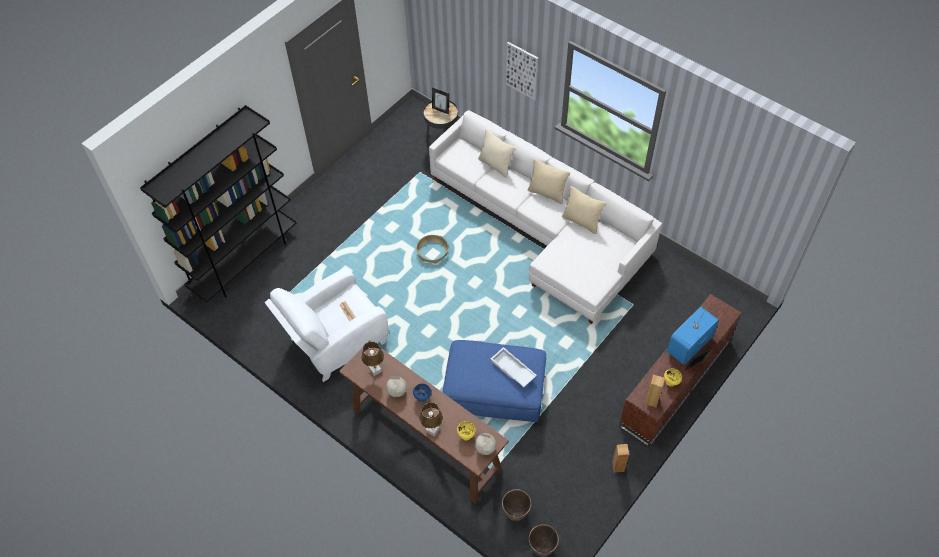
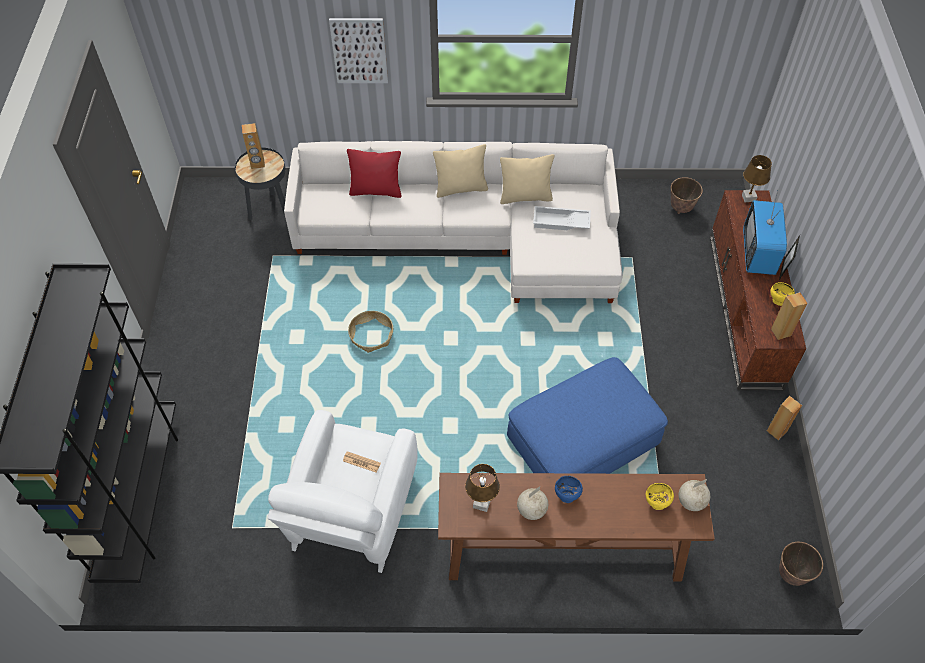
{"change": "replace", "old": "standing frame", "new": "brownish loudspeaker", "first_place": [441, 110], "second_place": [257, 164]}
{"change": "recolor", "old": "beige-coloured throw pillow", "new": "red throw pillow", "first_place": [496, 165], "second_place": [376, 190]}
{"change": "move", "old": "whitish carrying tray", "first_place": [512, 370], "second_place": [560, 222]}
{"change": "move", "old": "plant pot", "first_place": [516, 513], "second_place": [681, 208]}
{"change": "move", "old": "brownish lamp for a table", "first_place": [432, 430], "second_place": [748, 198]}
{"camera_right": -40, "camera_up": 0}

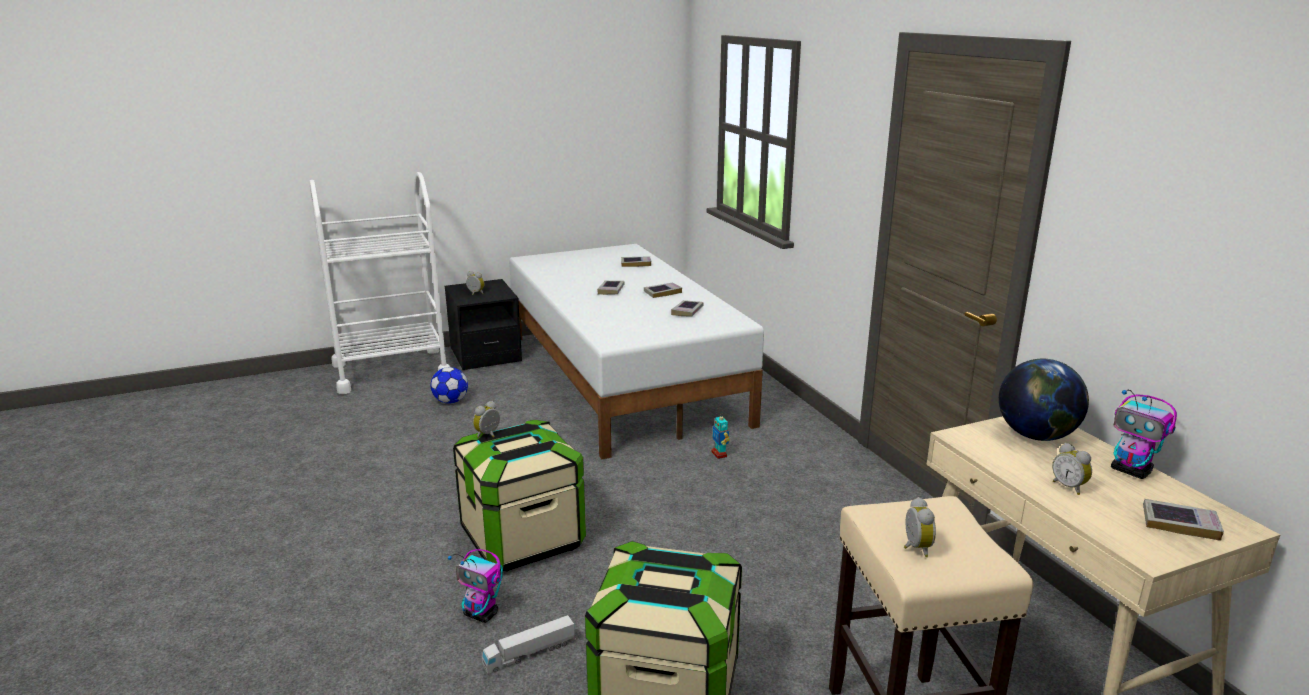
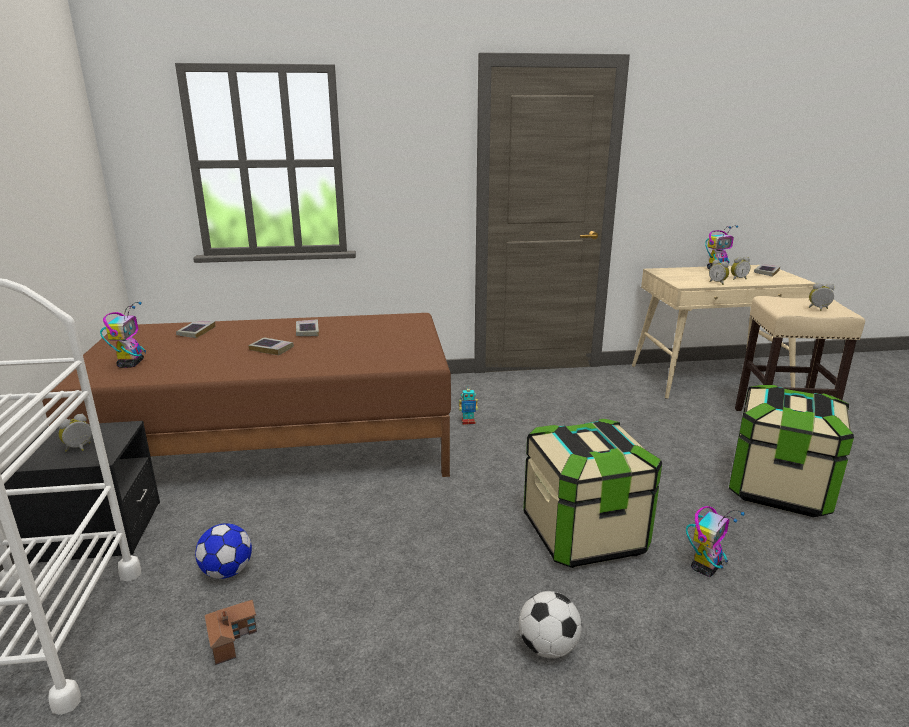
{"change": "recolor", "old": "whitish sleeping bed", "new": "brownish sleeping bed", "first_place": [623, 377], "second_place": [277, 443]}
{"change": "insert", "new": "toy robot", "second_place": [131, 364]}
{"change": "insert", "new": "miniature house", "second_place": [233, 635]}
{"change": "insert", "new": "football", "second_place": [547, 647]}
{"change": "move", "old": "bedside clock", "first_place": [488, 435], "second_place": [717, 283]}
{"change": "delete", "old": "toy lorry", "first_place": [530, 653]}
{"change": "delete", "old": "bound book", "first_place": [687, 311]}
{"change": "delete", "old": "world globe", "first_place": [1036, 435]}
{"camera_right": -75, "camera_up": 0}

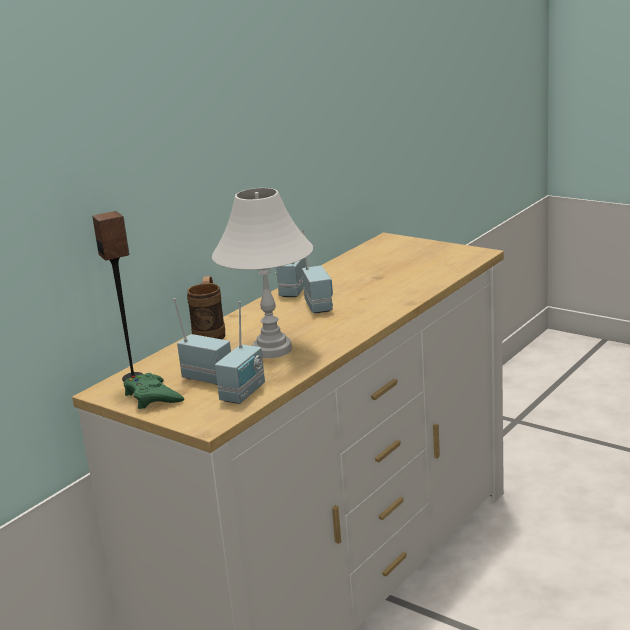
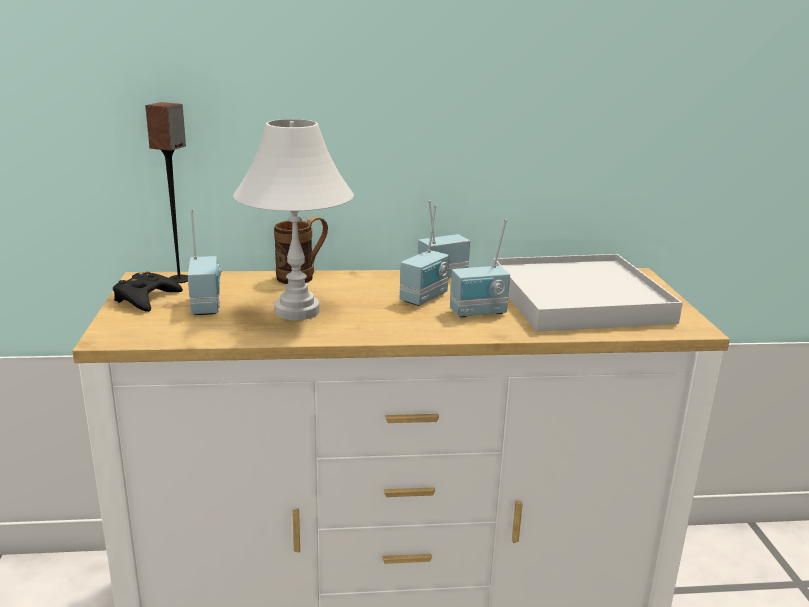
{"change": "recolor", "old": "green gamepad", "new": "black gamepad", "first_place": [152, 397], "second_place": [146, 298]}
{"change": "move", "old": "radio receiver", "first_place": [244, 393], "second_place": [479, 313]}
{"change": "insert", "new": "whitish carrying tray", "second_place": [578, 299]}
{"camera_right": 45, "camera_up": 0}

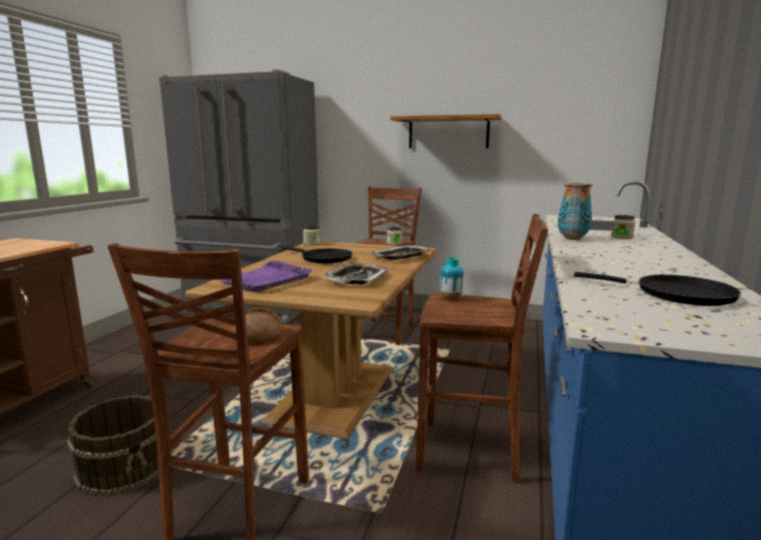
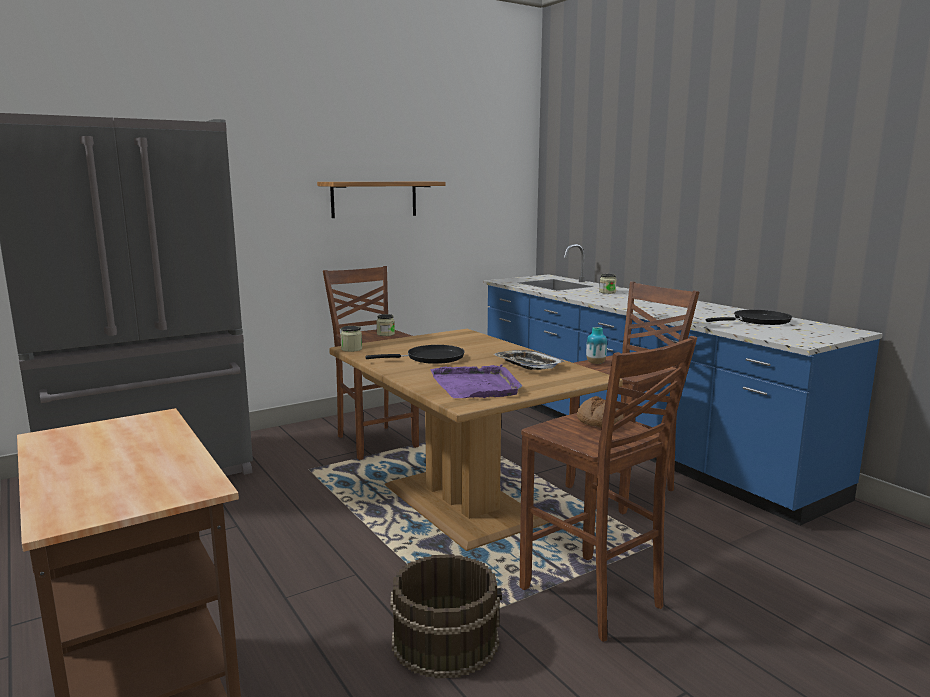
{"change": "delete", "old": "carrying tray", "first_place": [401, 257]}
{"change": "delete", "old": "decorative vase", "first_place": [573, 239]}
{"camera_right": -50, "camera_up": 0}

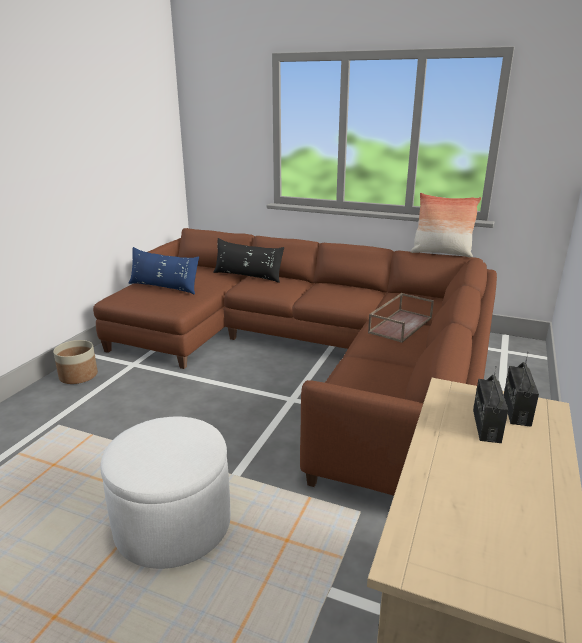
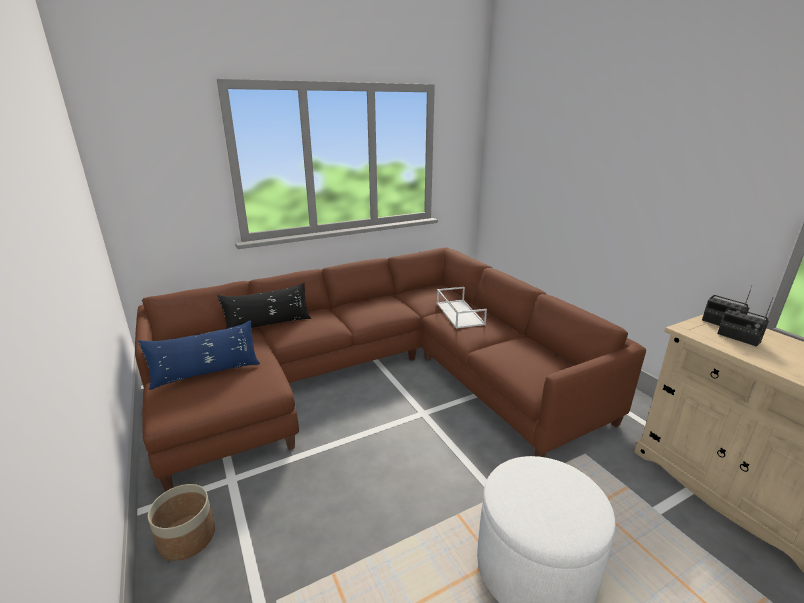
{"change": "recolor", "old": "brownish carrying tray", "new": "whitish carrying tray", "first_place": [400, 325], "second_place": [459, 313]}
{"change": "delete", "old": "throw pillow", "first_place": [441, 253]}
{"camera_right": -50, "camera_up": 0}

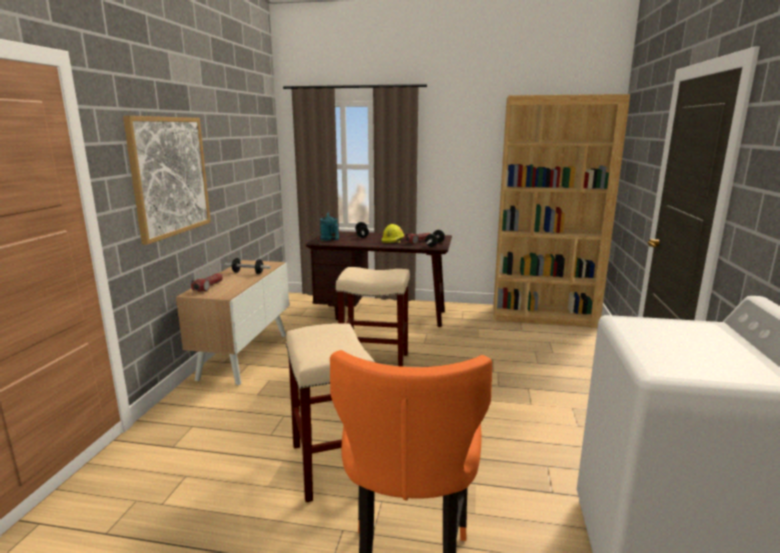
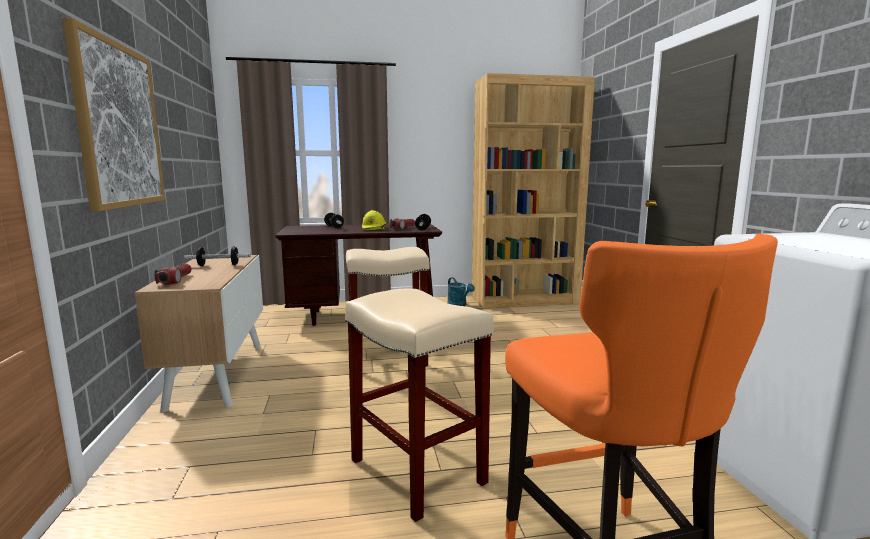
{"change": "move", "old": "blue-green watering can", "first_place": [330, 239], "second_place": [459, 305]}
{"camera_right": -20, "camera_up": -5}

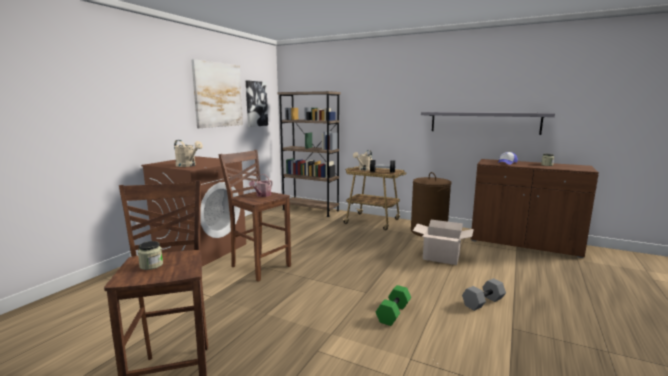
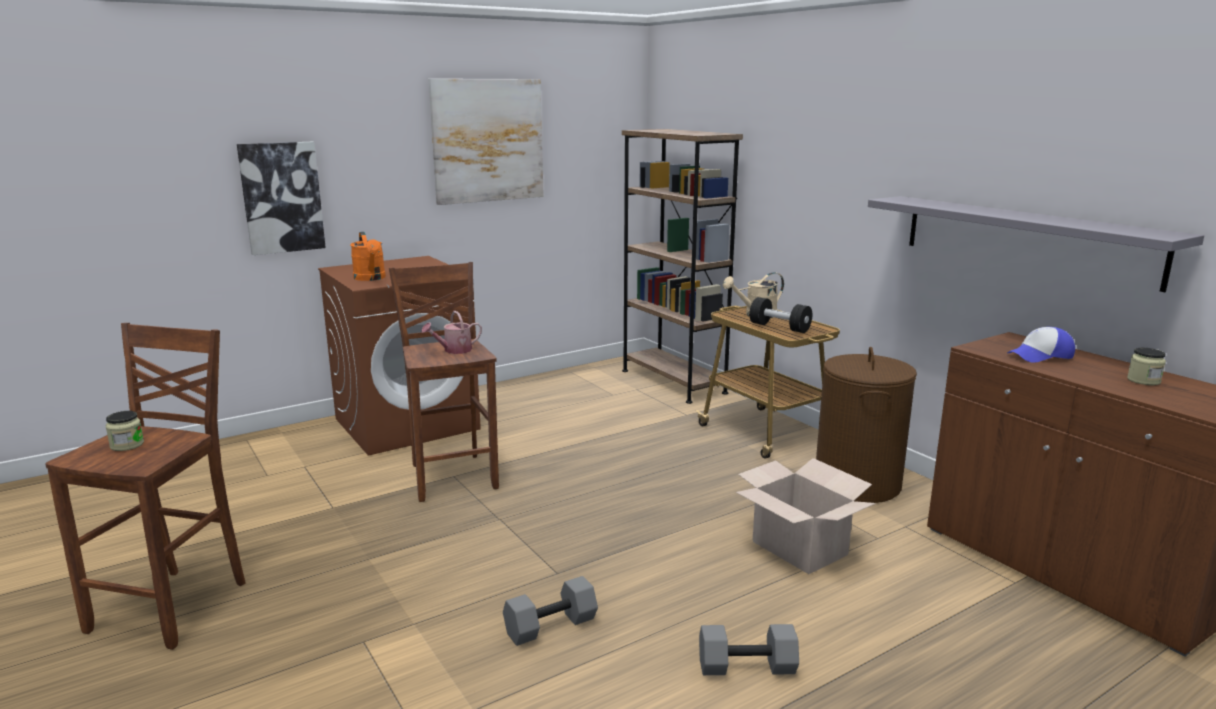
{"change": "move", "old": "wall picture", "first_place": [256, 104], "second_place": [282, 197]}
{"change": "recolor", "old": "beige-coloured watering can", "new": "orange watering can", "first_place": [188, 165], "second_place": [371, 278]}
{"change": "recolor", "old": "green dumbbell", "new": "grey dumbbell", "first_place": [394, 313], "second_place": [550, 627]}
{"camera_right": 30, "camera_up": 5}

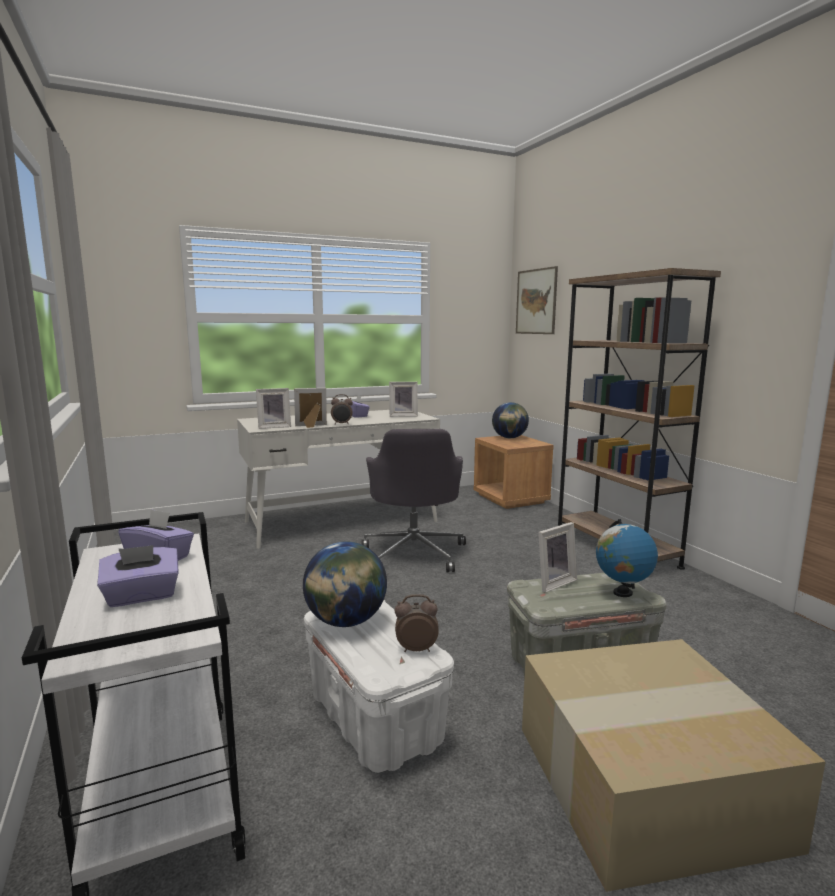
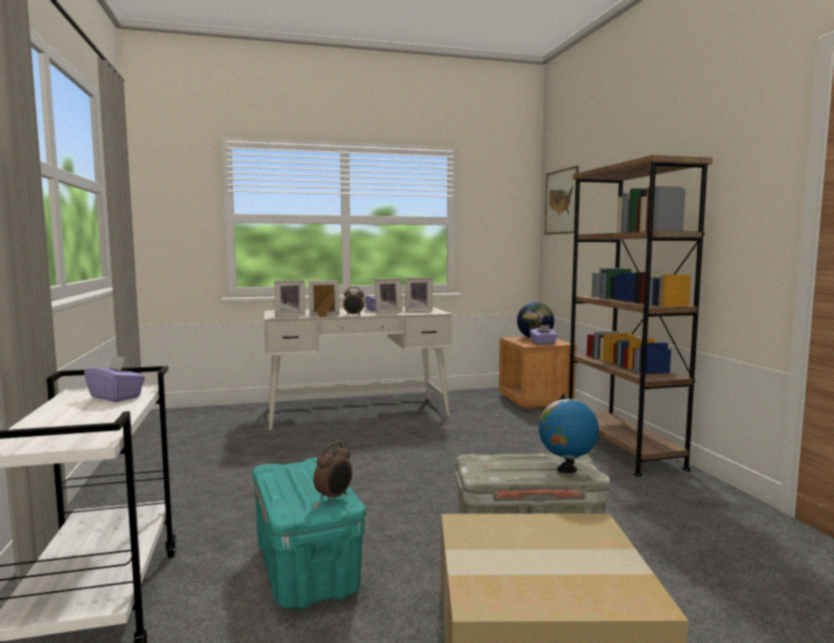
{"change": "recolor", "old": "whitish storage container", "new": "blue-green storage container", "first_place": [373, 718], "second_place": [305, 569]}
{"change": "rotate", "old": "bedside clock", "first_place": [416, 649], "second_place": [334, 497], "degrees": 120}
{"change": "move", "old": "standing frame", "first_place": [552, 582], "second_place": [387, 312]}
{"change": "move", "old": "purple-coloured tissue holder", "first_place": [142, 596], "second_place": [543, 343]}
{"change": "delete", "old": "world globe", "first_place": [346, 621]}
{"change": "delete", "old": "grey office chair", "first_place": [414, 553]}
{"camera_right": 10, "camera_up": -5}

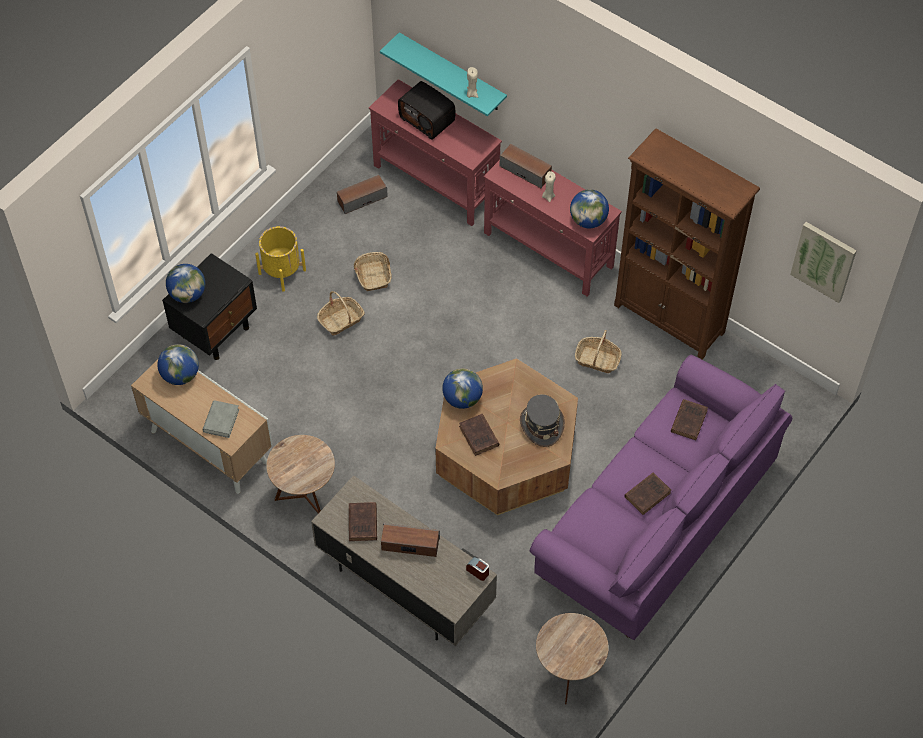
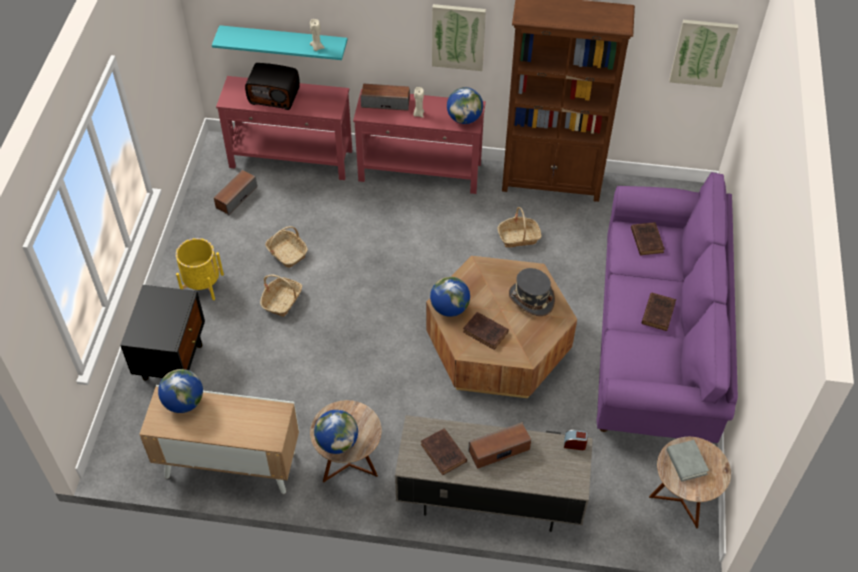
{"change": "move", "old": "world globe", "first_place": [187, 294], "second_place": [337, 442]}
{"change": "insert", "new": "wall picture", "second_place": [458, 36]}
{"change": "move", "old": "grey bound book", "first_place": [221, 421], "second_place": [686, 462]}
{"camera_right": -30, "camera_up": -5}

